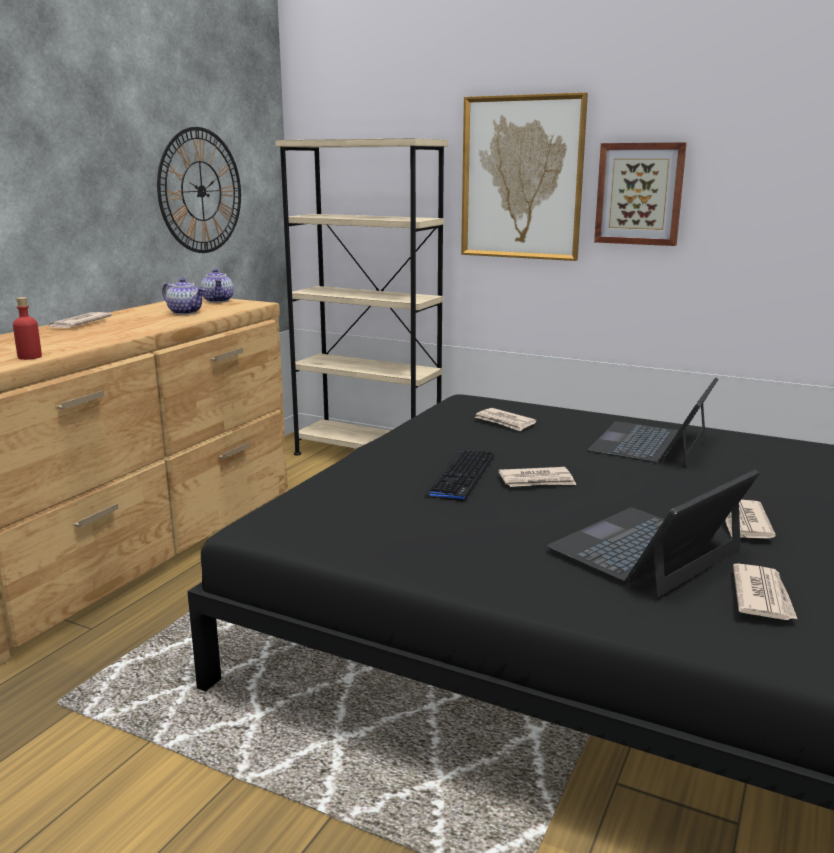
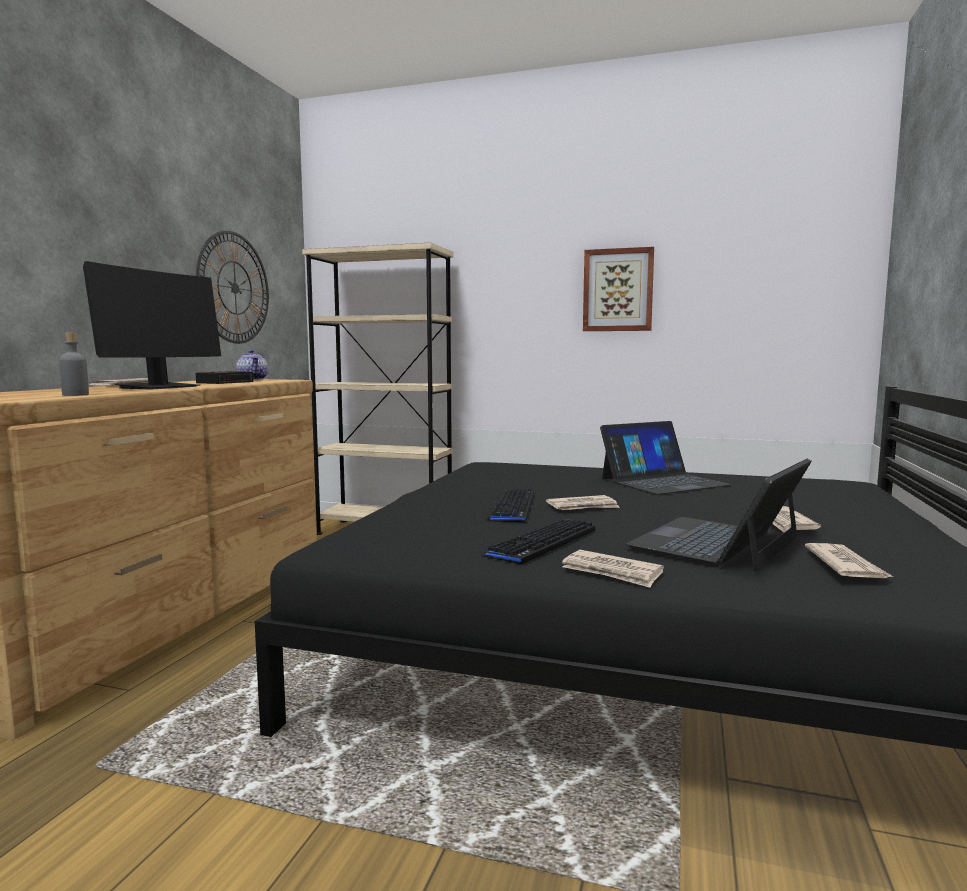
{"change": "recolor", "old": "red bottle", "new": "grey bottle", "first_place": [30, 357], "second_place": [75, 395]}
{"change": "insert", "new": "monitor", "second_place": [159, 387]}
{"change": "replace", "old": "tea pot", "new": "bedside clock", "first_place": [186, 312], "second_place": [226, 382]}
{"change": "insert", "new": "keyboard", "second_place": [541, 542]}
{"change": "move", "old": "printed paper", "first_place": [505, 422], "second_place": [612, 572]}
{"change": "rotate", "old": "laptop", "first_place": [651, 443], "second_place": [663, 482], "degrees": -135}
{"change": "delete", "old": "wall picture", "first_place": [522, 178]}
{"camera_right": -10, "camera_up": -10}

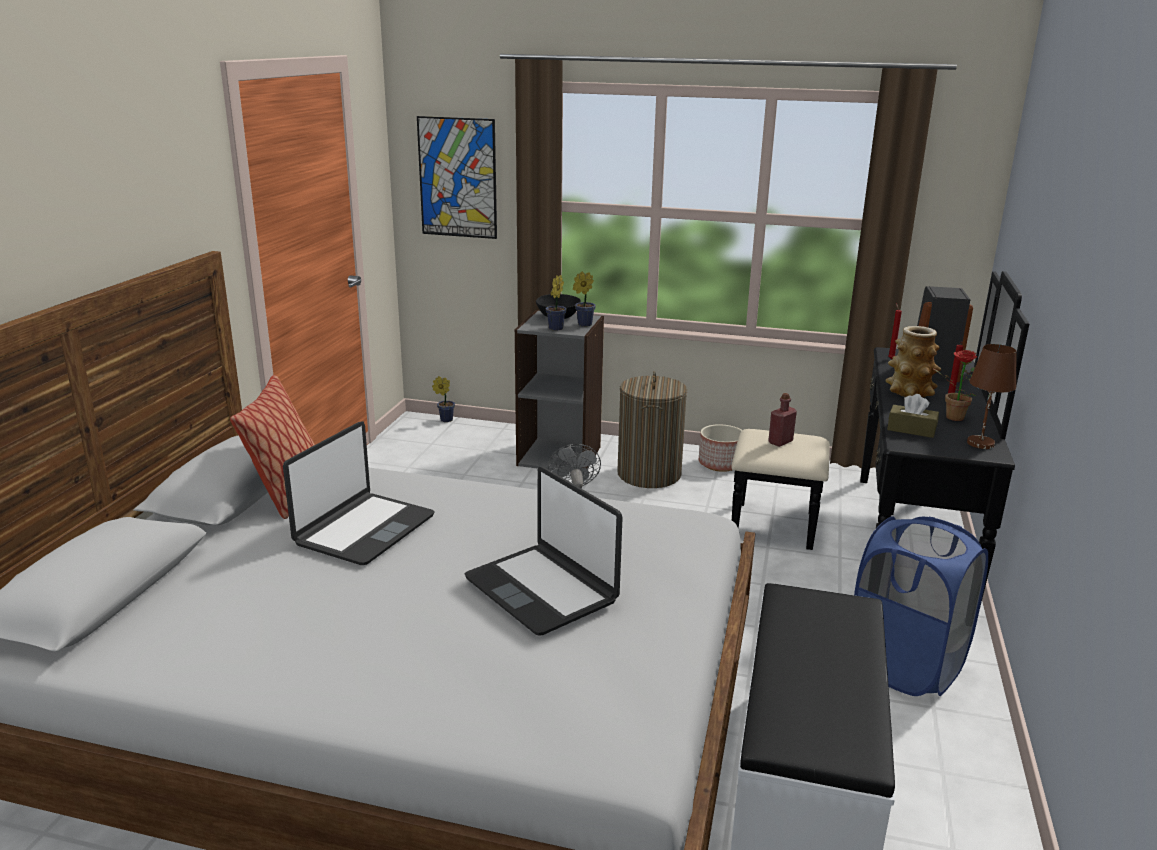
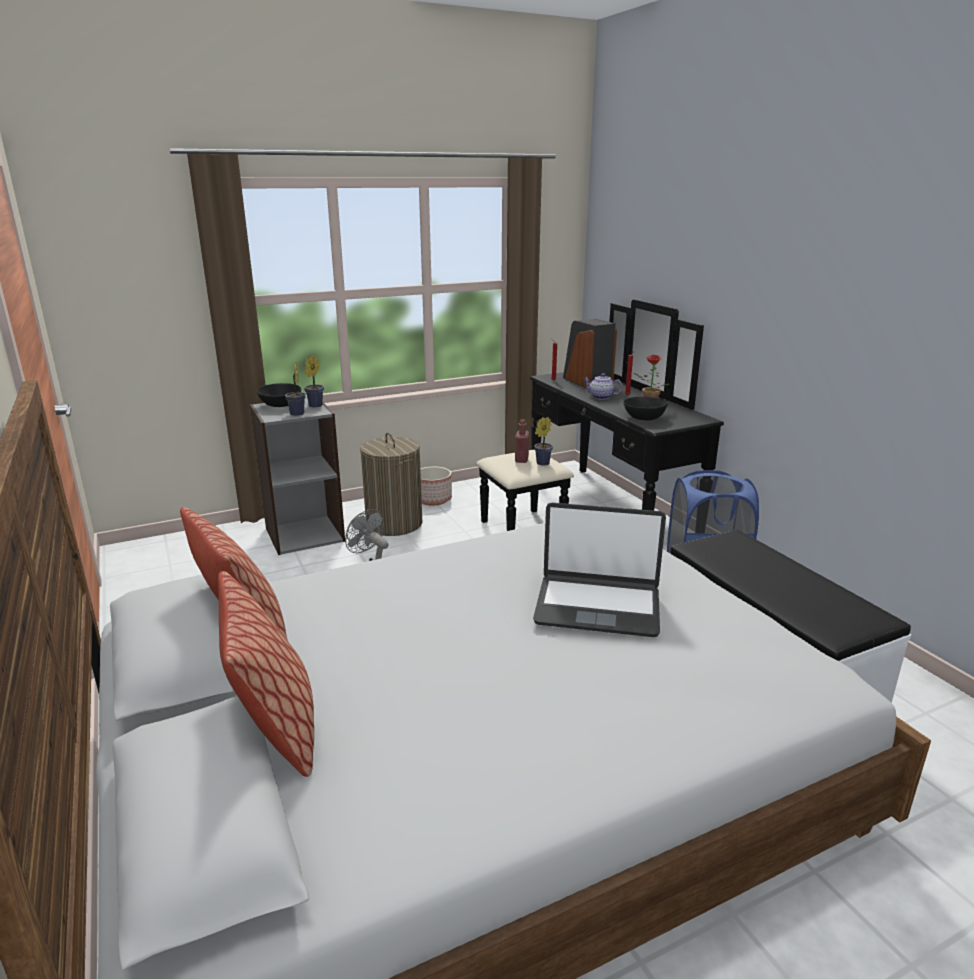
{"change": "insert", "new": "throw pillow", "second_place": [276, 731]}
{"change": "move", "old": "potted plant", "first_place": [445, 420], "second_place": [541, 463]}
{"change": "replace", "old": "decorative vase", "new": "tea pot", "first_place": [909, 392], "second_place": [601, 397]}
{"change": "replace", "old": "brownish tissue holder", "new": "black deep dish", "first_place": [911, 430], "second_place": [644, 418]}
{"change": "delete", "old": "laptop", "first_place": [364, 530]}
{"change": "delete", "old": "wall picture", "first_place": [457, 178]}
{"change": "delete", "old": "brownish lamp for a table", "first_place": [980, 443]}
{"camera_right": -40, "camera_up": 0}

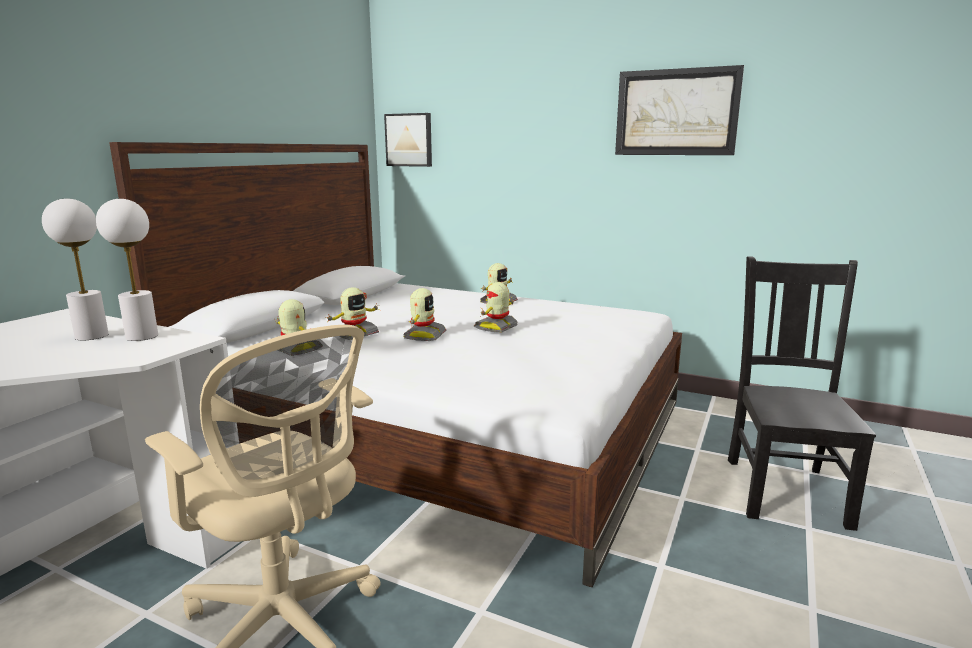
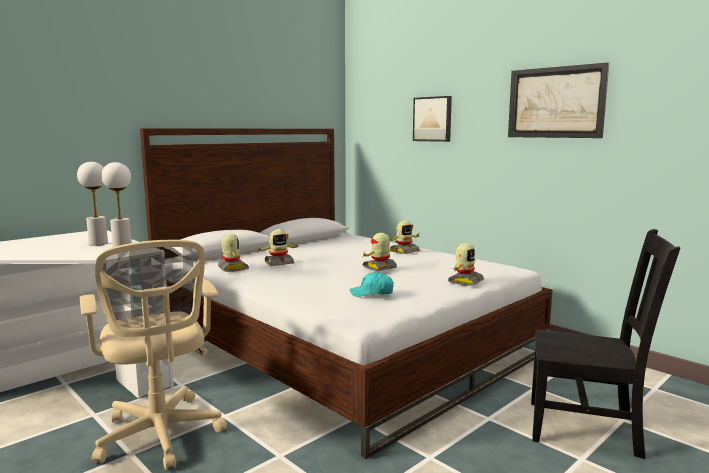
{"change": "insert", "new": "blue-green peaked cap", "second_place": [372, 293]}
{"change": "move", "old": "wall picture", "first_place": [409, 140], "second_place": [433, 119]}
{"change": "move", "old": "toy robot", "first_place": [424, 335], "second_place": [465, 281]}
{"change": "rotate", "old": "black plain chair", "first_place": [784, 489], "second_place": [587, 428], "degrees": 75}
{"camera_right": 20, "camera_up": -5}

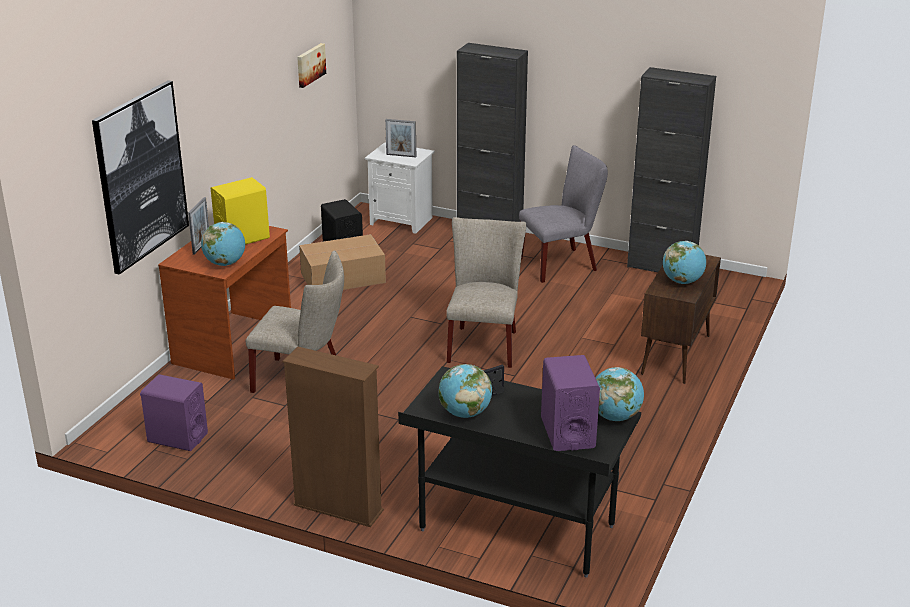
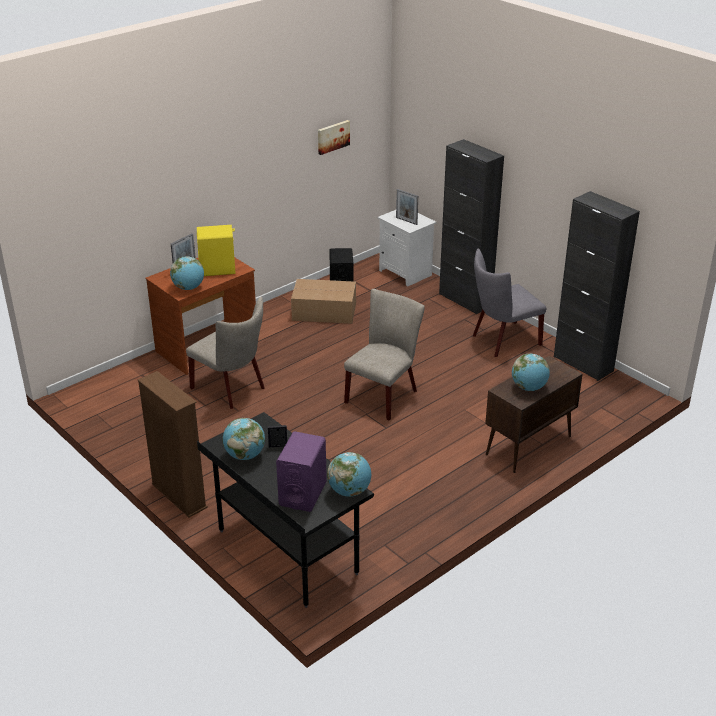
{"change": "rotate", "old": "grey plain chair", "first_place": [562, 264], "second_place": [502, 340], "degrees": 150}
{"change": "delete", "old": "wall picture", "first_place": [141, 176]}
{"change": "delete", "old": "purple-coloured loudspeaker", "first_place": [177, 437]}
{"camera_right": 25, "camera_up": 5}

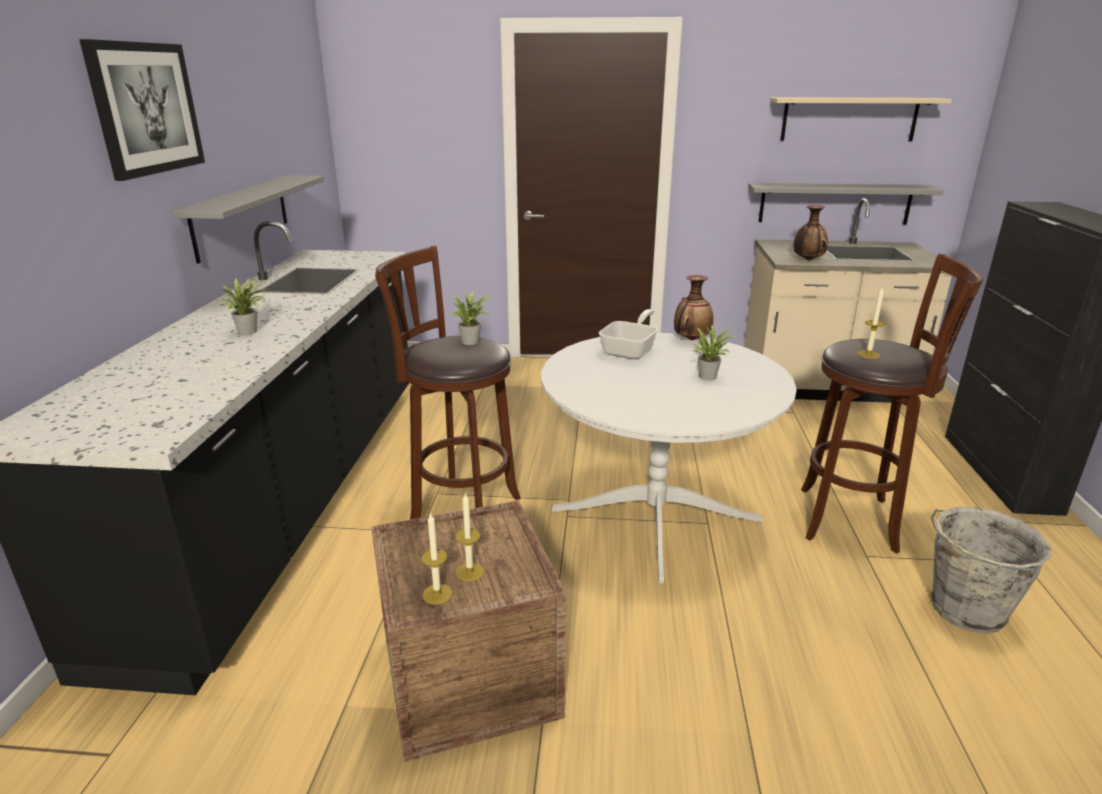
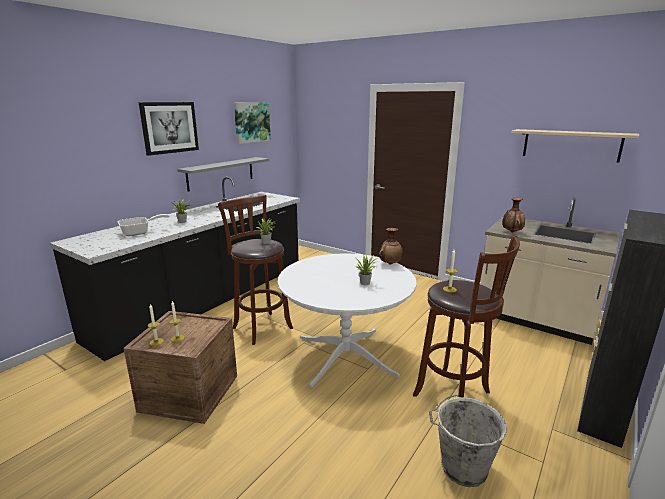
{"change": "move", "old": "pan", "first_place": [631, 350], "second_place": [139, 232]}
{"change": "insert", "new": "wall picture", "second_place": [251, 122]}
{"change": "delete", "old": "grey bracket shelf", "first_place": [834, 203]}
{"camera_right": 30, "camera_up": -5}

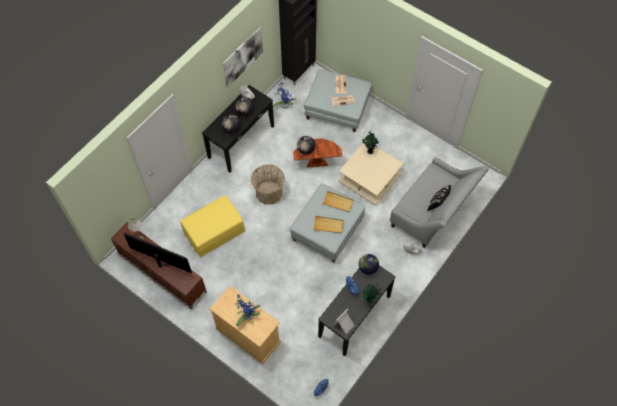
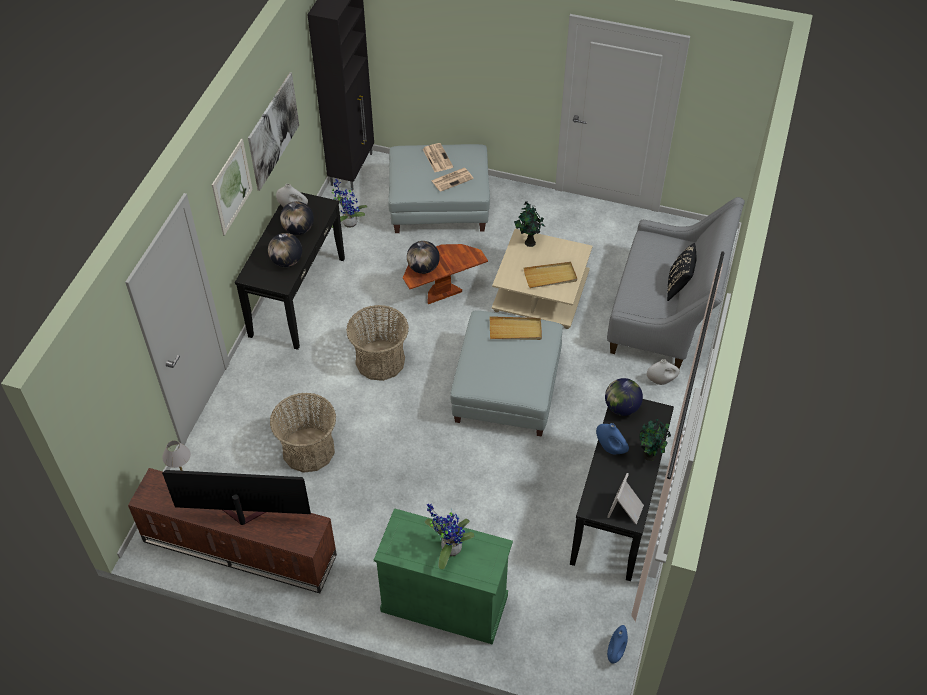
{"change": "insert", "new": "wall picture", "second_place": [232, 187]}
{"change": "replace", "old": "yellowish footrest", "new": "storage basket", "first_place": [214, 231], "second_place": [308, 450]}
{"change": "recolor", "old": "beige-coloured cabinet", "new": "green cabinet", "first_place": [248, 335], "second_place": [444, 603]}
{"change": "move", "old": "beige-coloured carrying tray", "first_place": [328, 225], "second_place": [550, 276]}
{"camera_right": -20, "camera_up": -10}

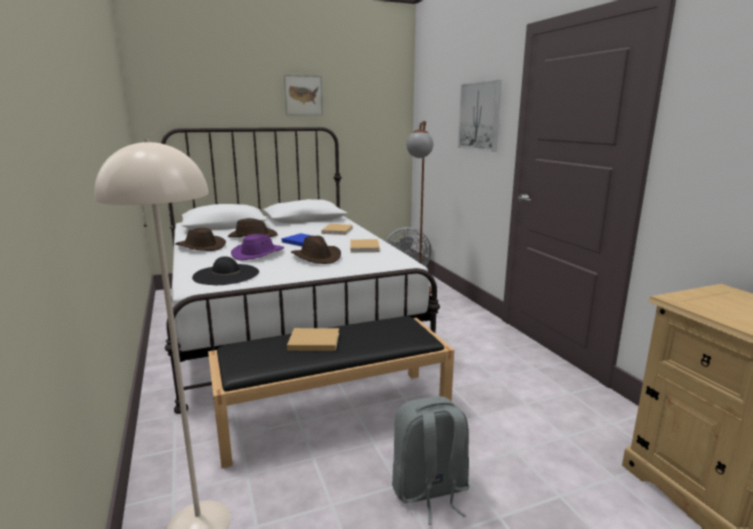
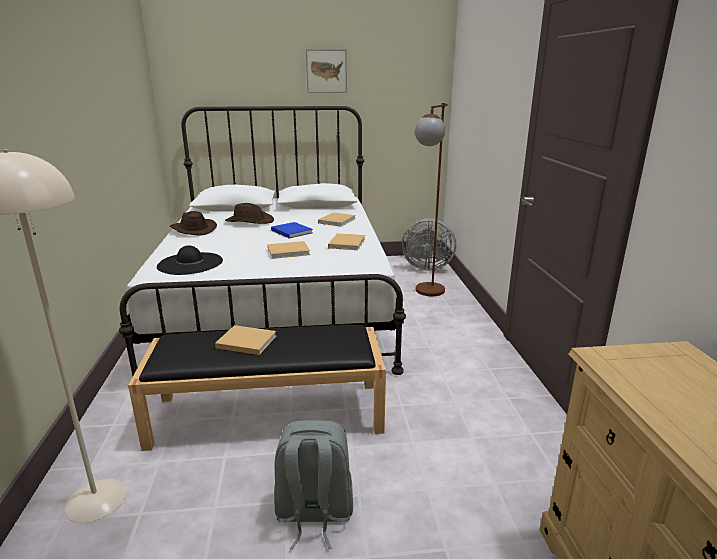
{"change": "replace", "old": "brownish clothing hat", "new": "beige-coloured bound book", "first_place": [317, 257], "second_place": [290, 251]}
{"change": "delete", "old": "purple-coloured clothing hat", "first_place": [258, 254]}
{"change": "delete", "old": "wall picture", "first_place": [480, 116]}
{"camera_right": 15, "camera_up": 5}

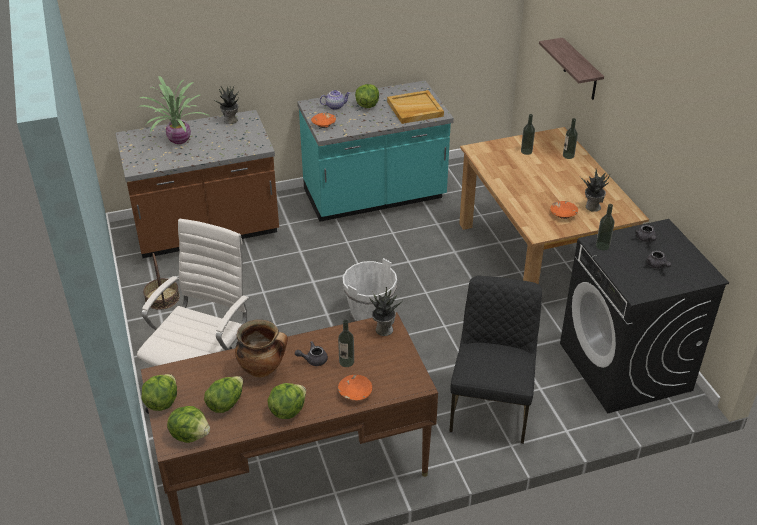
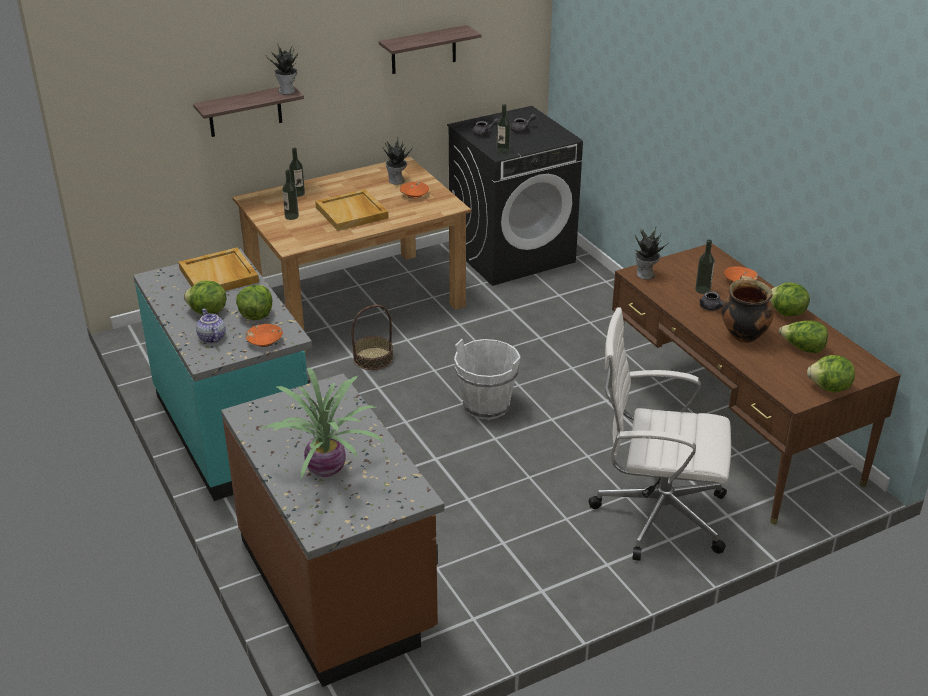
{"change": "move", "old": "lettuce", "first_place": [190, 434], "second_place": [256, 315]}
{"change": "move", "old": "potted plant", "first_place": [230, 120], "second_place": [287, 91]}
{"change": "insert", "new": "beige-coloured carrying tray", "second_place": [352, 213]}
{"change": "move", "old": "storage basket", "first_place": [162, 298], "second_place": [373, 358]}
{"change": "insert", "new": "bracket shelf", "second_place": [423, 50]}
{"change": "delete", "old": "black plain chair", "first_place": [491, 407]}
{"camera_right": -100, "camera_up": -5}

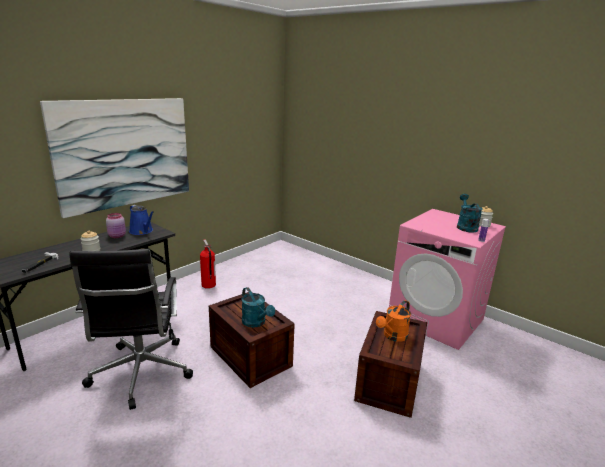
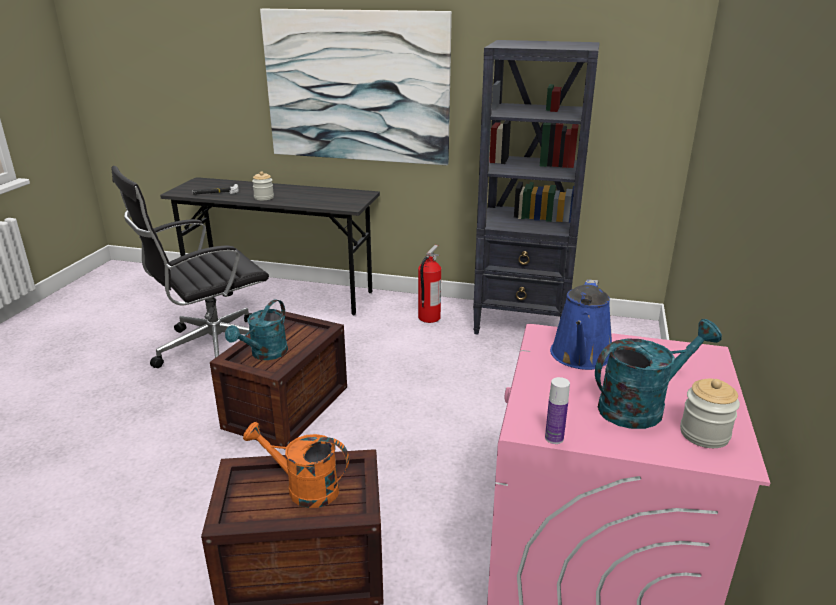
{"change": "insert", "new": "black shelving unit", "second_place": [523, 324]}
{"change": "move", "old": "blue watering can", "first_place": [142, 231], "second_place": [581, 357]}
{"change": "delete", "old": "pink jar", "first_place": [117, 236]}
{"camera_right": 65, "camera_up": 5}

